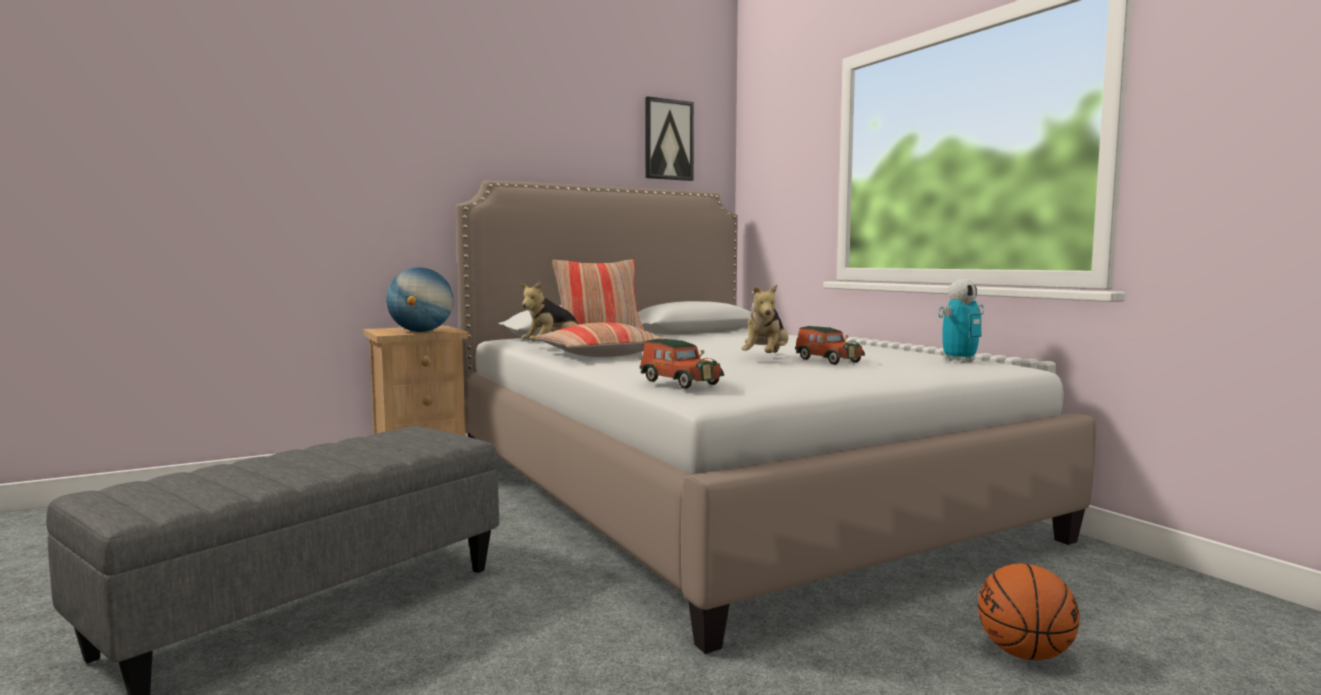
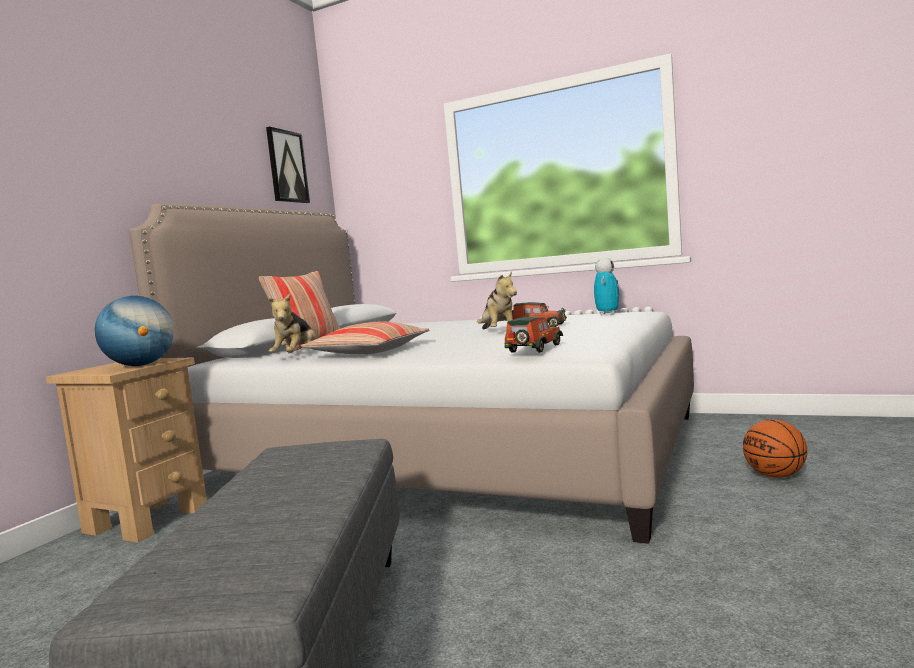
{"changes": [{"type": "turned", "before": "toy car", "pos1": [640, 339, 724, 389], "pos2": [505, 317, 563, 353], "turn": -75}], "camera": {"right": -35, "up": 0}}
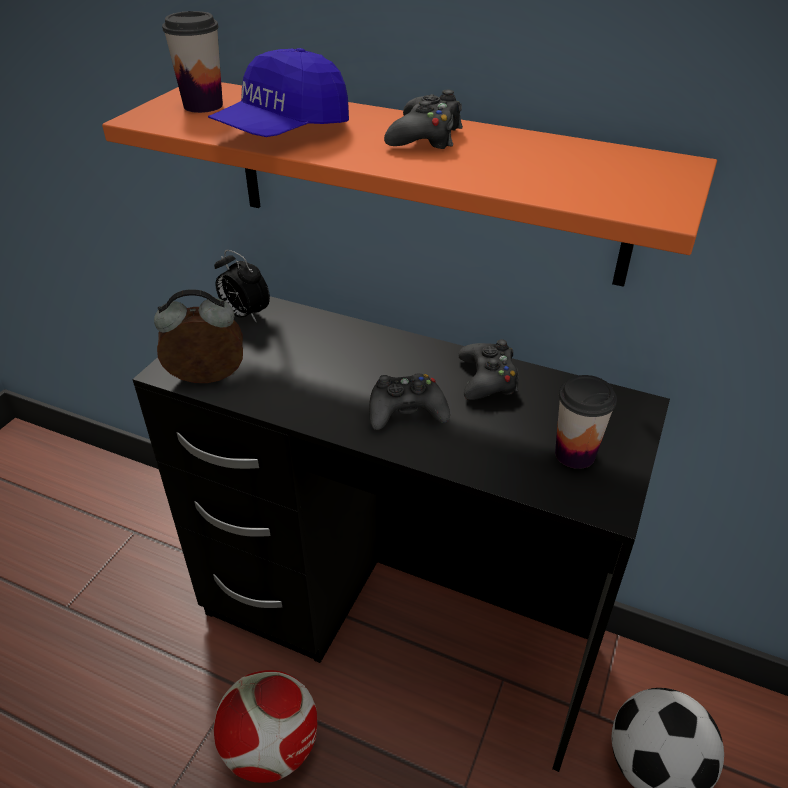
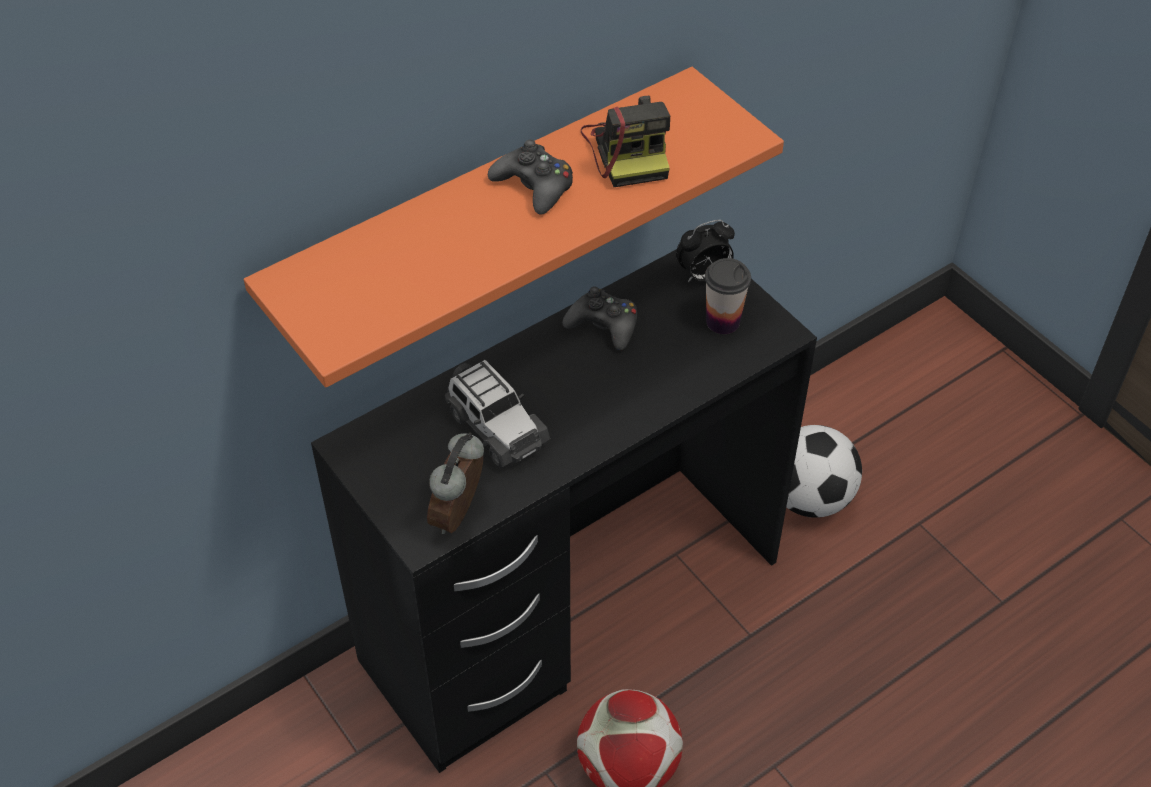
{"changes": [{"type": "added", "after": "toy car", "pos2": [445, 360, 550, 467]}, {"type": "added", "after": "photo camera", "pos2": [581, 96, 670, 187]}, {"type": "moved", "before": "alarm clock", "pos1": [214, 250, 270, 323], "pos2": [676, 220, 735, 282]}, {"type": "removed", "before": "cup", "pos1": [162, 11, 223, 113]}, {"type": "removed", "before": "blue cap", "pos1": [208, 48, 349, 137]}, {"type": "removed", "before": "black game controller", "pos1": [369, 374, 450, 430]}], "camera": {"right": -60, "up": 10}}
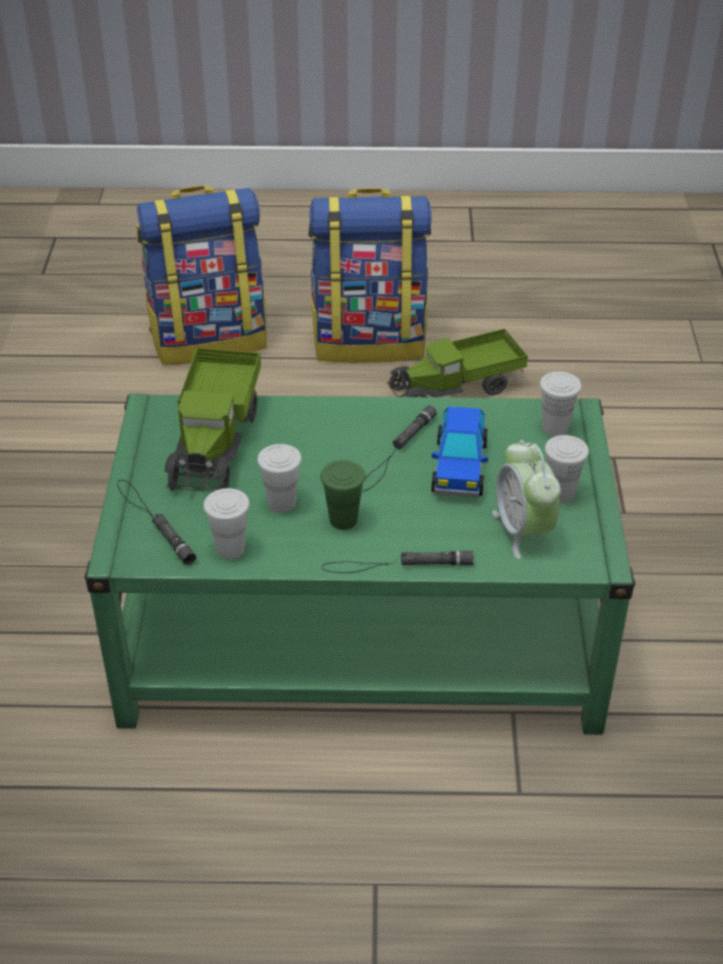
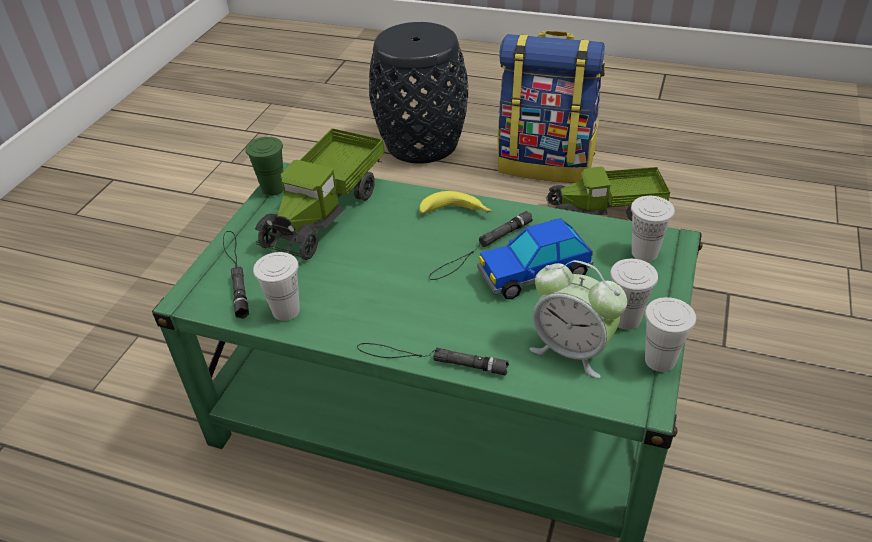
{"changes": [{"type": "moved", "before": "green cup", "pos1": [320, 460, 365, 530], "pos2": [245, 137, 284, 196]}, {"type": "replaced", "before": "backpack", "after": "black stool", "pos1": [137, 186, 267, 365], "pos2": [369, 22, 468, 164]}, {"type": "added", "after": "banana", "pos2": [419, 191, 492, 214]}, {"type": "turned", "before": "toy car", "pos1": [431, 406, 488, 498], "pos2": [477, 218, 593, 299], "turn": 45}, {"type": "turned", "before": "alarm clock", "pos1": [492, 440, 561, 559], "pos2": [530, 260, 627, 378], "turn": -60}, {"type": "moved", "before": "white cup", "pos1": [257, 444, 302, 513], "pos2": [645, 297, 696, 372]}], "camera": {"right": 20, "up": 0}}
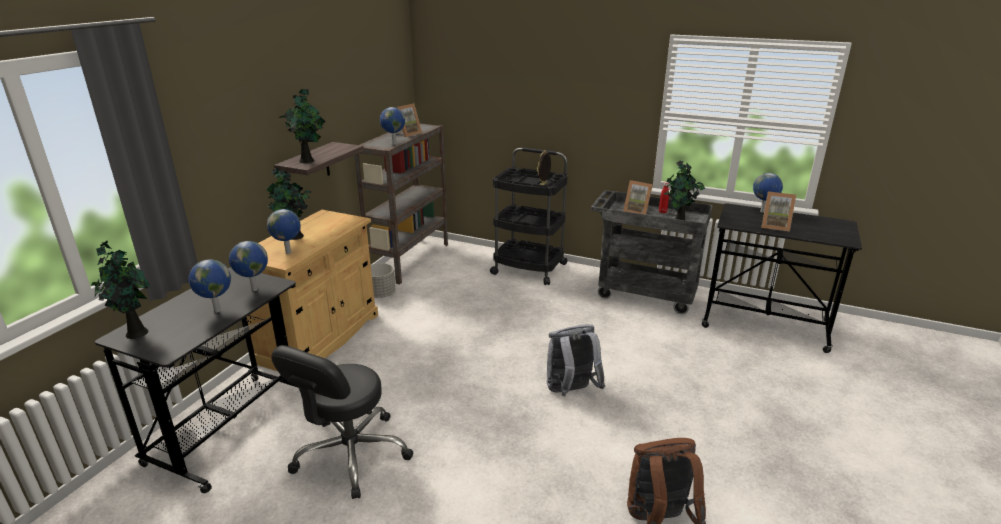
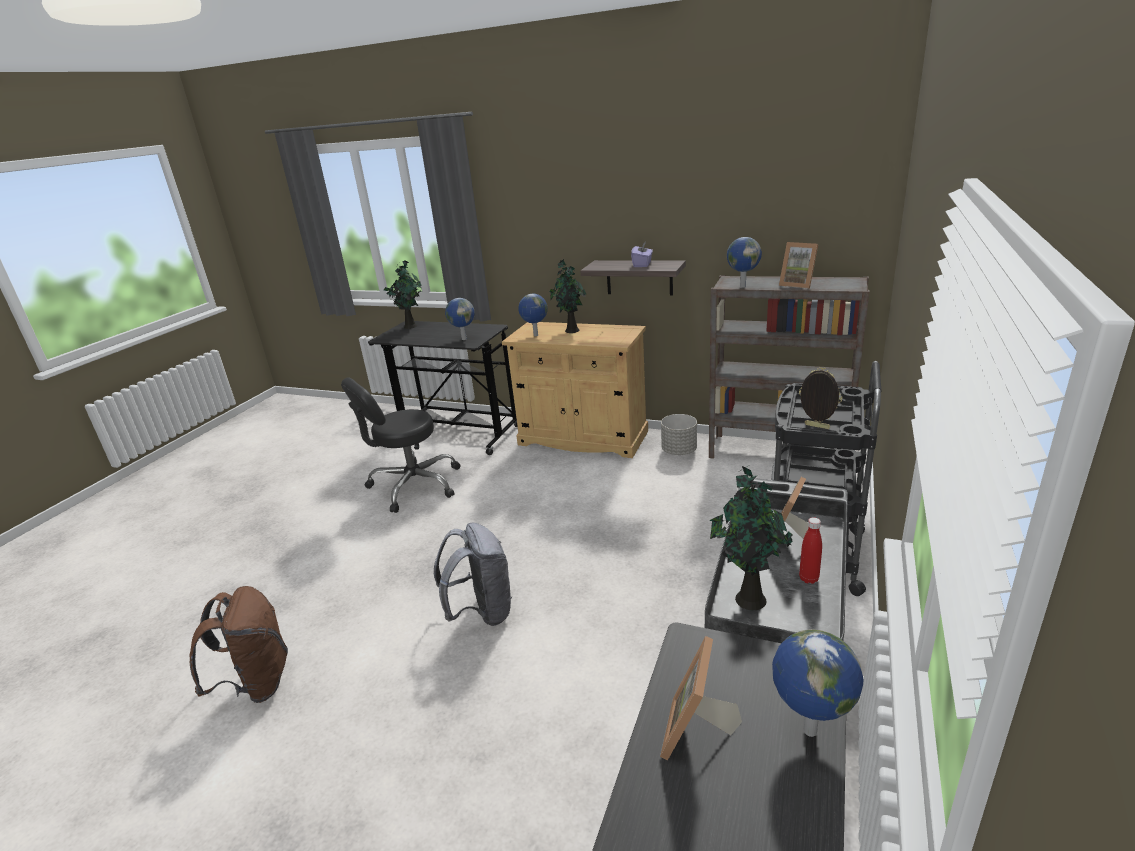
{"changes": [{"type": "turned", "before": "black office chair", "pos1": [271, 345, 414, 499], "pos2": [341, 377, 461, 513], "turn": -60}, {"type": "added", "after": "purple tissue box", "pos2": [631, 241, 653, 267]}, {"type": "removed", "before": "globe", "pos1": [188, 260, 231, 313]}, {"type": "removed", "before": "potted plant", "pos1": [279, 89, 326, 163]}], "camera": {"right": 90, "up": 0}}
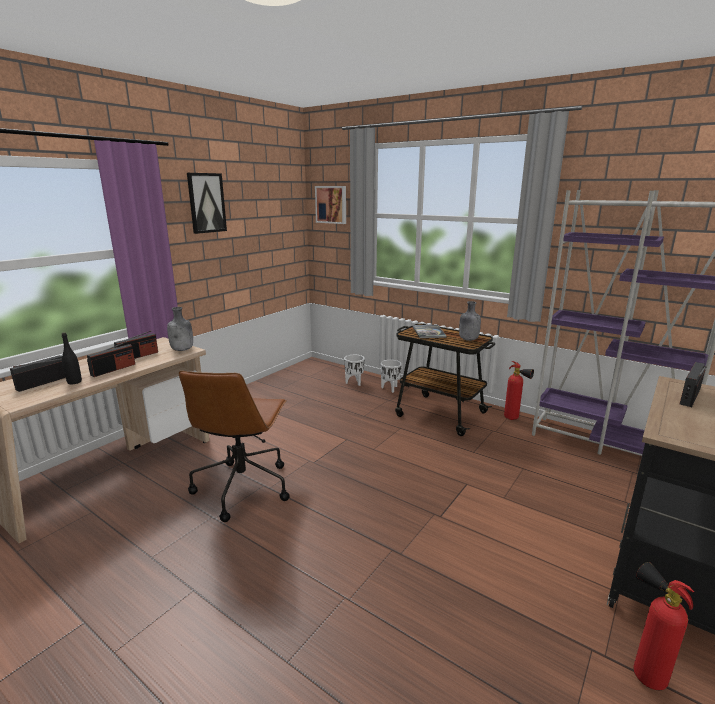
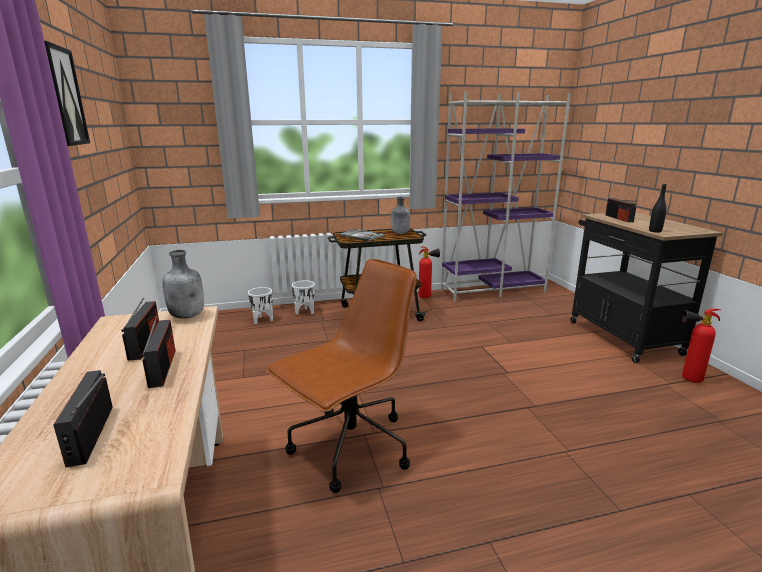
{"changes": [{"type": "turned", "before": "brown office chair", "pos1": [179, 371, 290, 522], "pos2": [266, 259, 417, 493], "turn": -90}, {"type": "moved", "before": "black bottle", "pos1": [62, 332, 82, 384], "pos2": [649, 184, 667, 232]}, {"type": "removed", "before": "picture", "pos1": [315, 186, 346, 224]}], "camera": {"right": -50, "up": 0}}
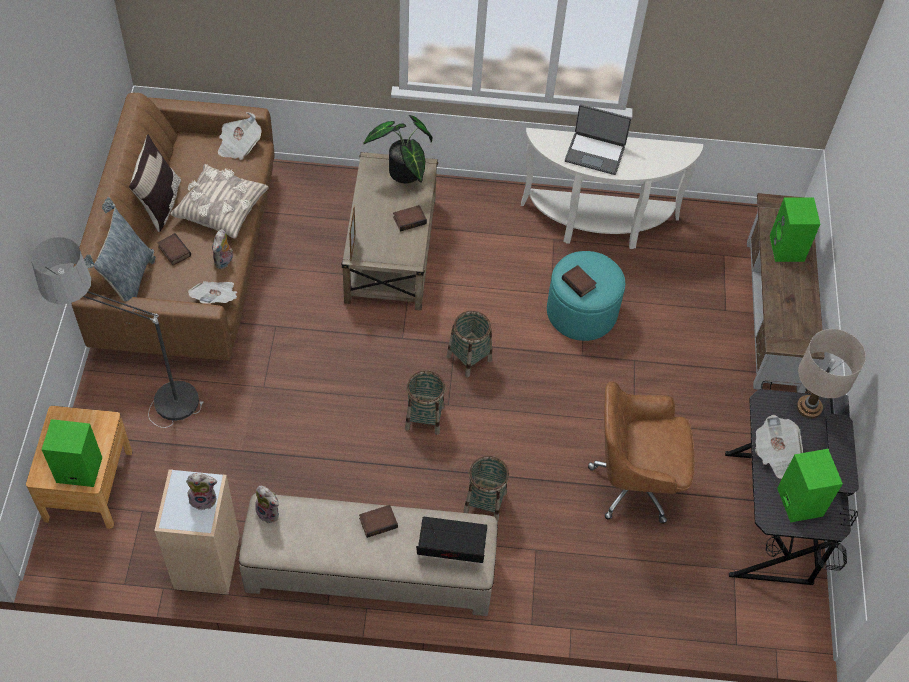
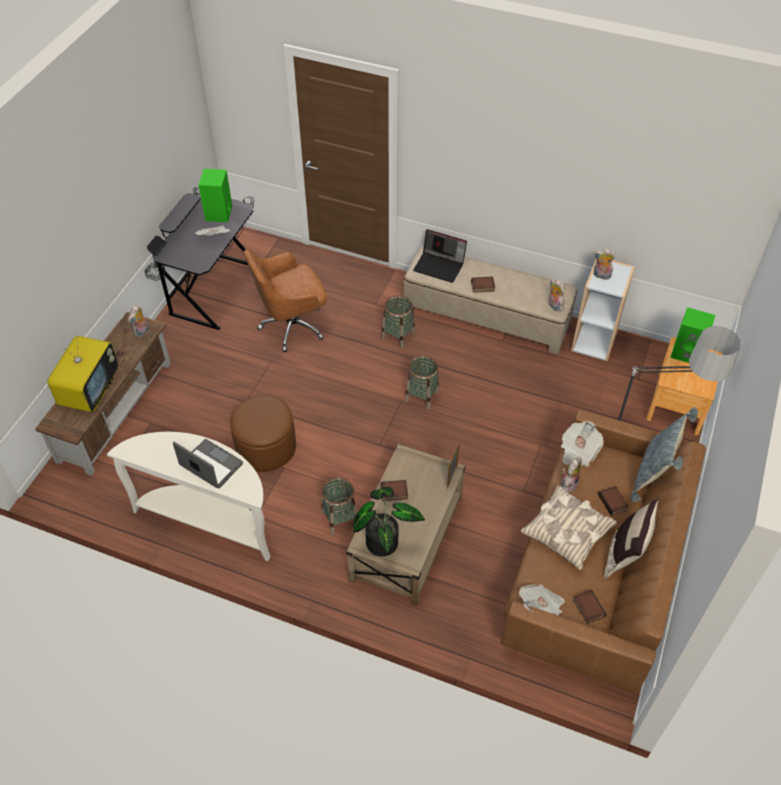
{"changes": [{"type": "replaced", "before": "green speaker", "after": "television", "pos1": [770, 197, 820, 262], "pos2": [47, 331, 118, 412]}, {"type": "added", "after": "plush toy", "pos2": [128, 304, 149, 338]}, {"type": "recoloured", "before": "turquoise ottoman", "after": "brown ottoman", "pos1": [547, 251, 625, 341], "pos2": [230, 395, 296, 472]}, {"type": "turned", "before": "brown office chair", "pos1": [588, 382, 694, 524], "pos2": [244, 249, 327, 352], "turn": 135}, {"type": "moved", "before": "basket", "pos1": [447, 311, 492, 378], "pos2": [322, 477, 357, 535]}, {"type": "moved", "before": "book", "pos1": [562, 265, 597, 297], "pos2": [573, 590, 606, 624]}, {"type": "removed", "before": "beige table lamp", "pos1": [797, 329, 866, 419]}], "camera": {"right": -160, "up": -5}}
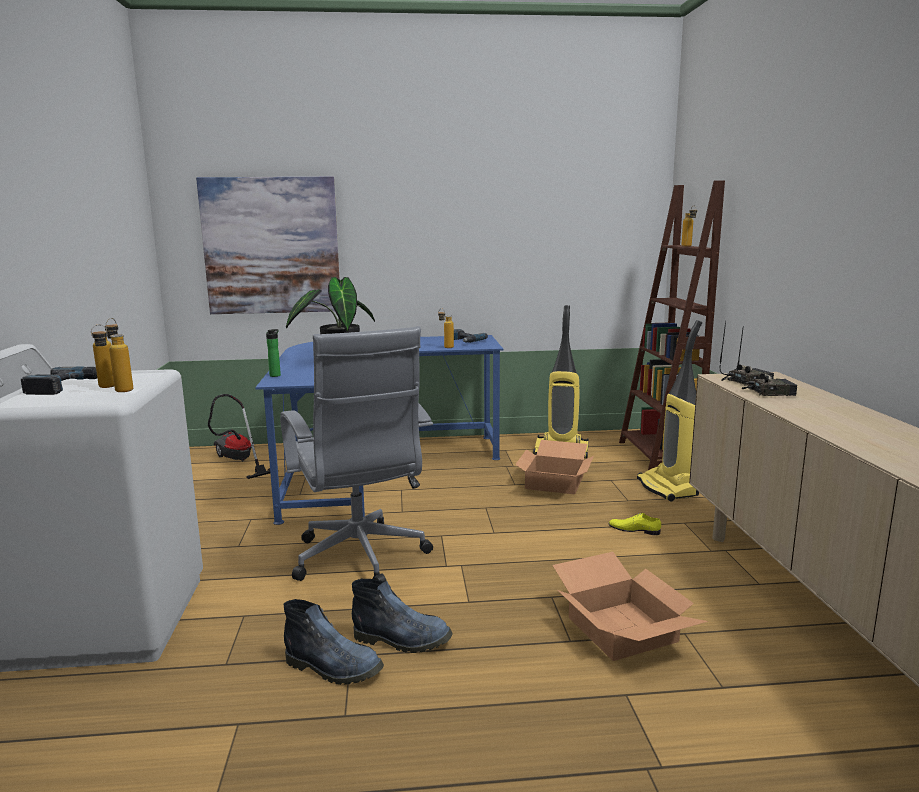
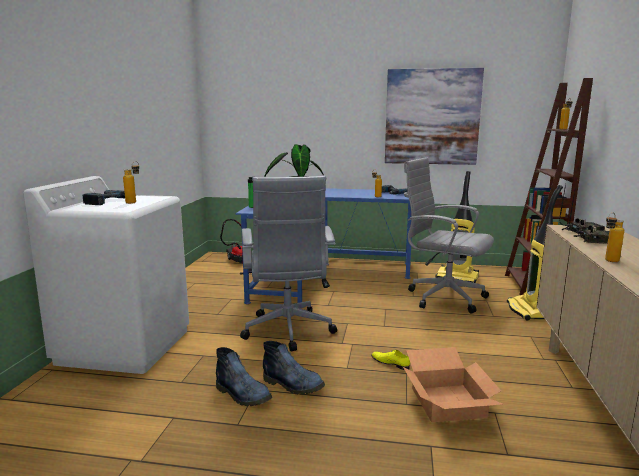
{"changes": [{"type": "moved", "before": "yellow shoe", "pos1": [608, 513, 661, 535], "pos2": [371, 350, 410, 370]}, {"type": "moved", "before": "picture", "pos1": [196, 177, 340, 314], "pos2": [385, 68, 484, 165]}, {"type": "replaced", "before": "cardboard box", "after": "grey office chair", "pos1": [515, 440, 594, 495], "pos2": [404, 158, 494, 313]}, {"type": "moved", "before": "bottle", "pos1": [91, 324, 133, 392], "pos2": [605, 213, 624, 262]}], "camera": {"right": 15, "up": 0}}
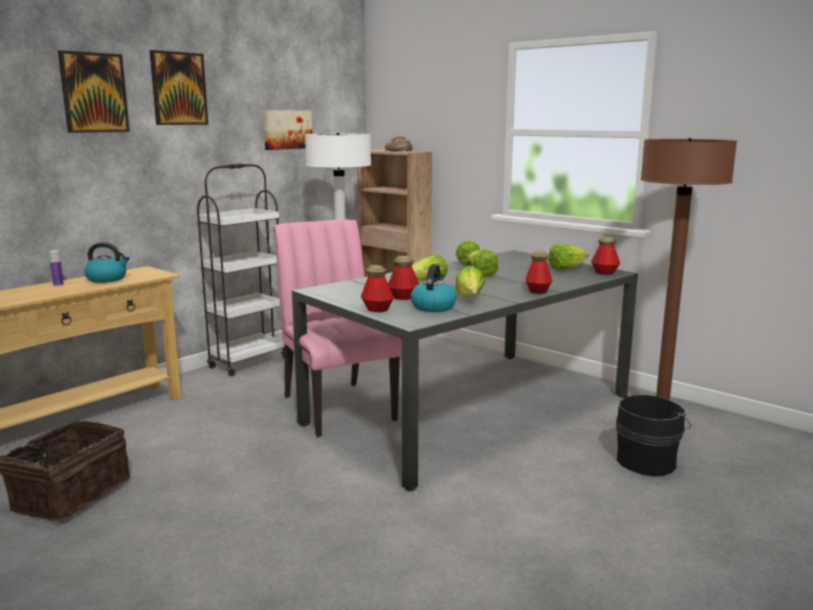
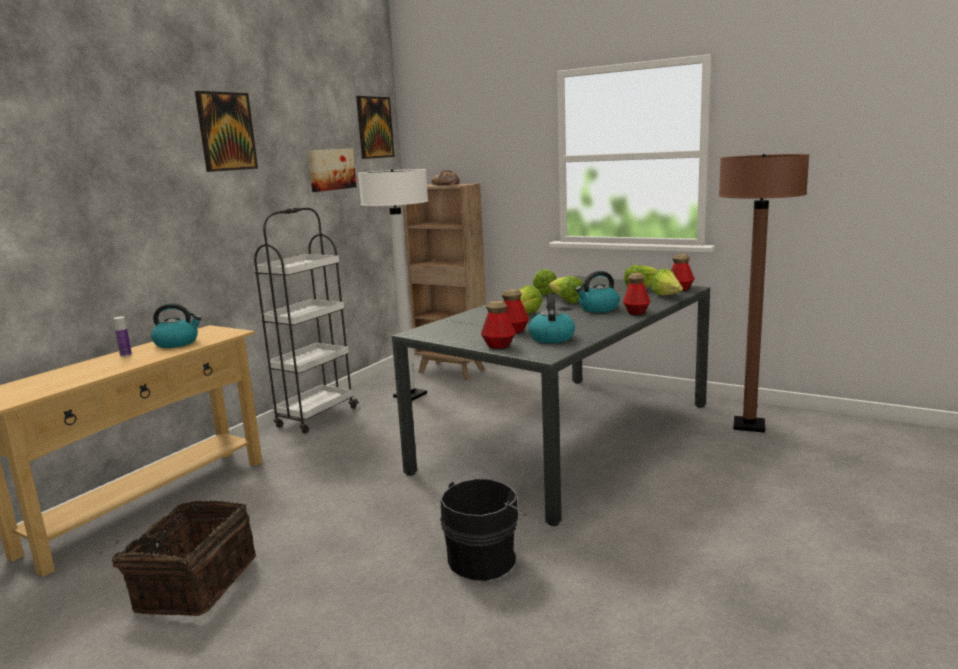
{"changes": [{"type": "moved", "before": "picture", "pos1": [58, 50, 130, 133], "pos2": [356, 96, 395, 159]}, {"type": "moved", "before": "black bucket", "pos1": [616, 394, 691, 477], "pos2": [440, 479, 526, 581]}, {"type": "added", "after": "kettle", "pos2": [575, 271, 620, 312]}, {"type": "moved", "before": "lettuce", "pos1": [455, 266, 485, 297], "pos2": [651, 269, 683, 296]}, {"type": "removed", "before": "pink chair", "pos1": [273, 219, 402, 437]}], "camera": {"right": -10, "up": 0}}
